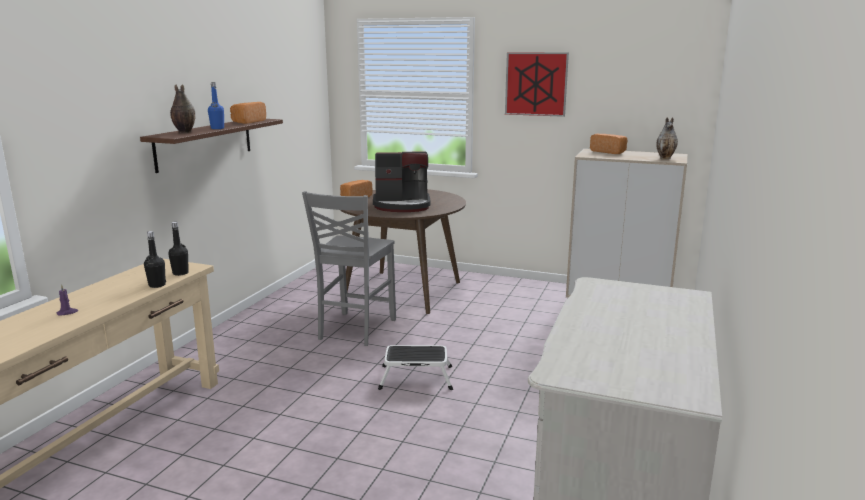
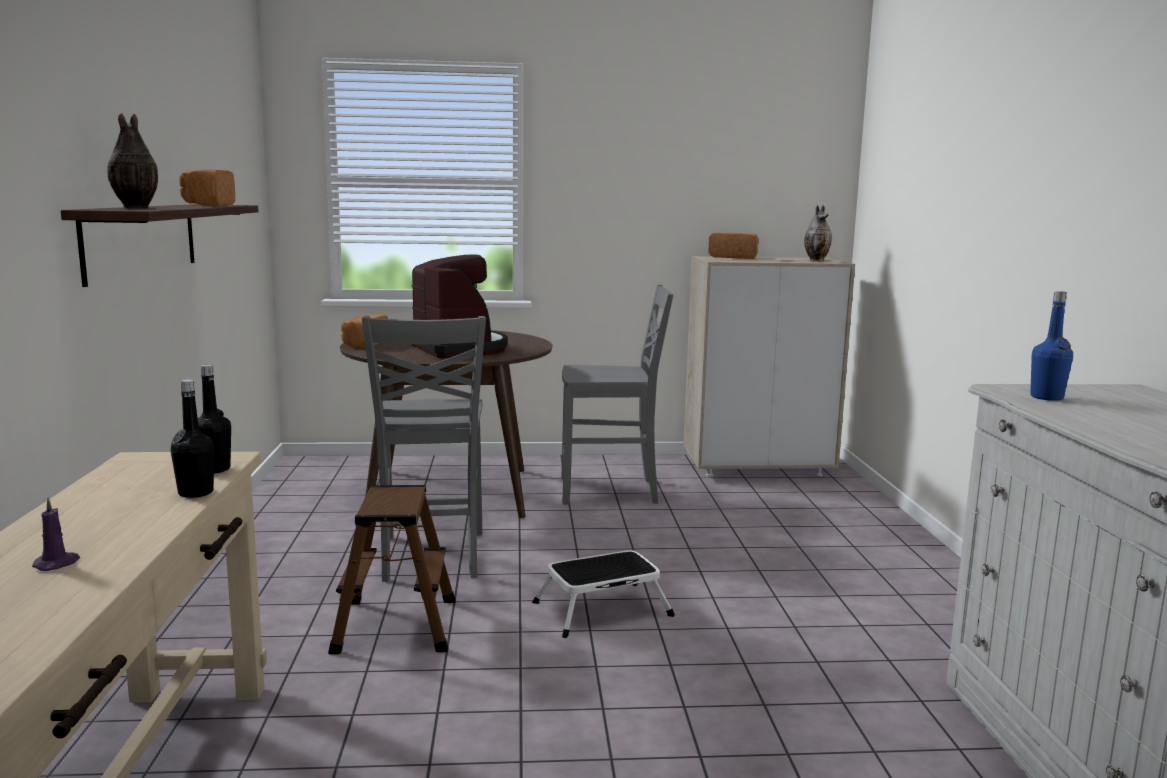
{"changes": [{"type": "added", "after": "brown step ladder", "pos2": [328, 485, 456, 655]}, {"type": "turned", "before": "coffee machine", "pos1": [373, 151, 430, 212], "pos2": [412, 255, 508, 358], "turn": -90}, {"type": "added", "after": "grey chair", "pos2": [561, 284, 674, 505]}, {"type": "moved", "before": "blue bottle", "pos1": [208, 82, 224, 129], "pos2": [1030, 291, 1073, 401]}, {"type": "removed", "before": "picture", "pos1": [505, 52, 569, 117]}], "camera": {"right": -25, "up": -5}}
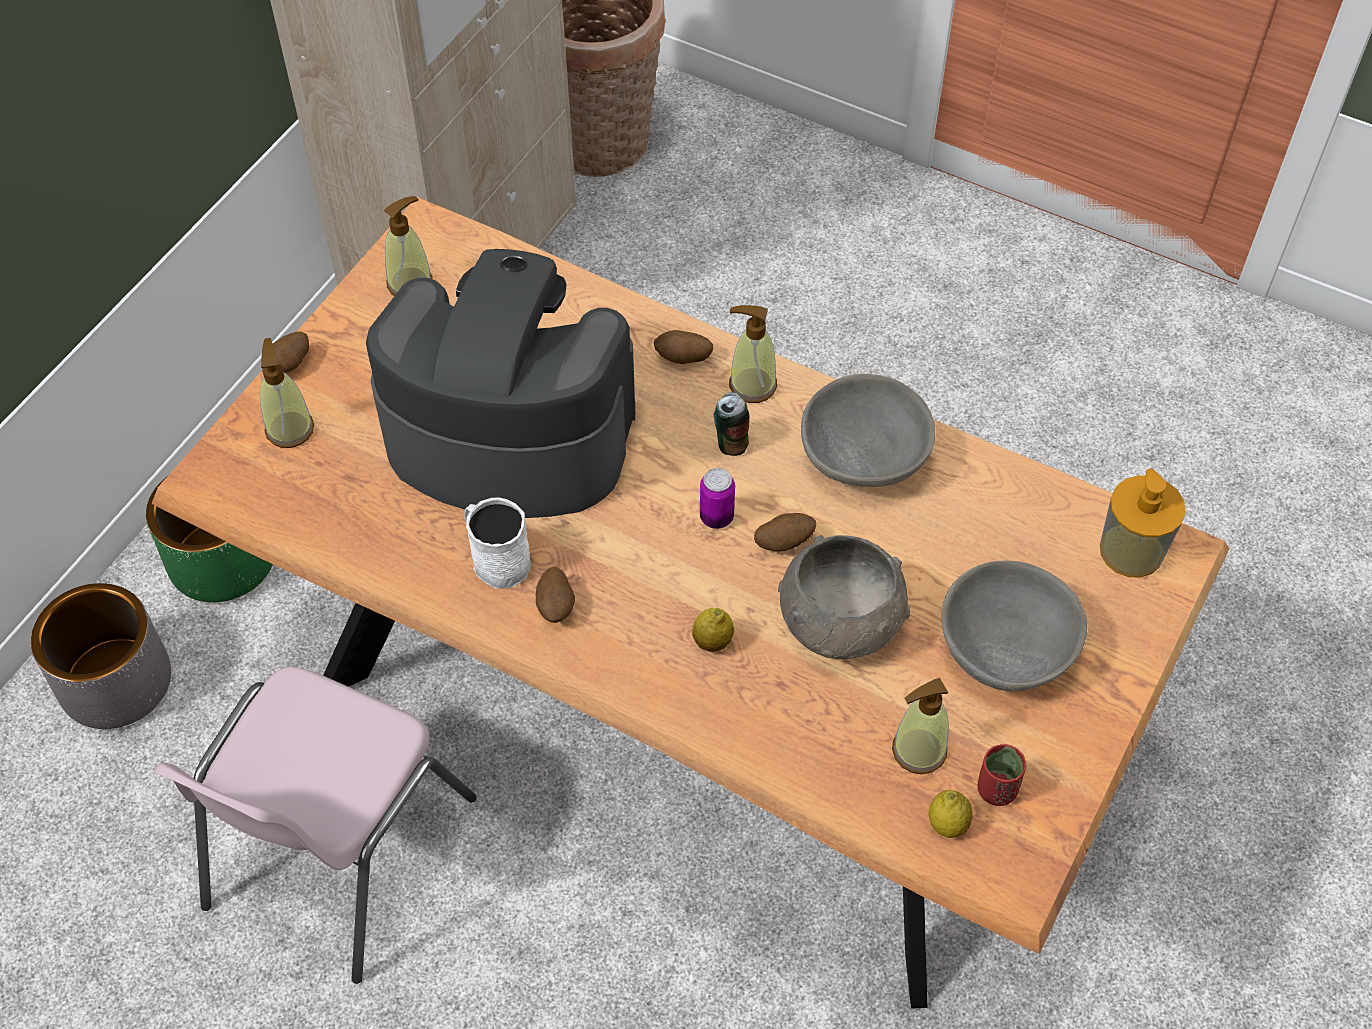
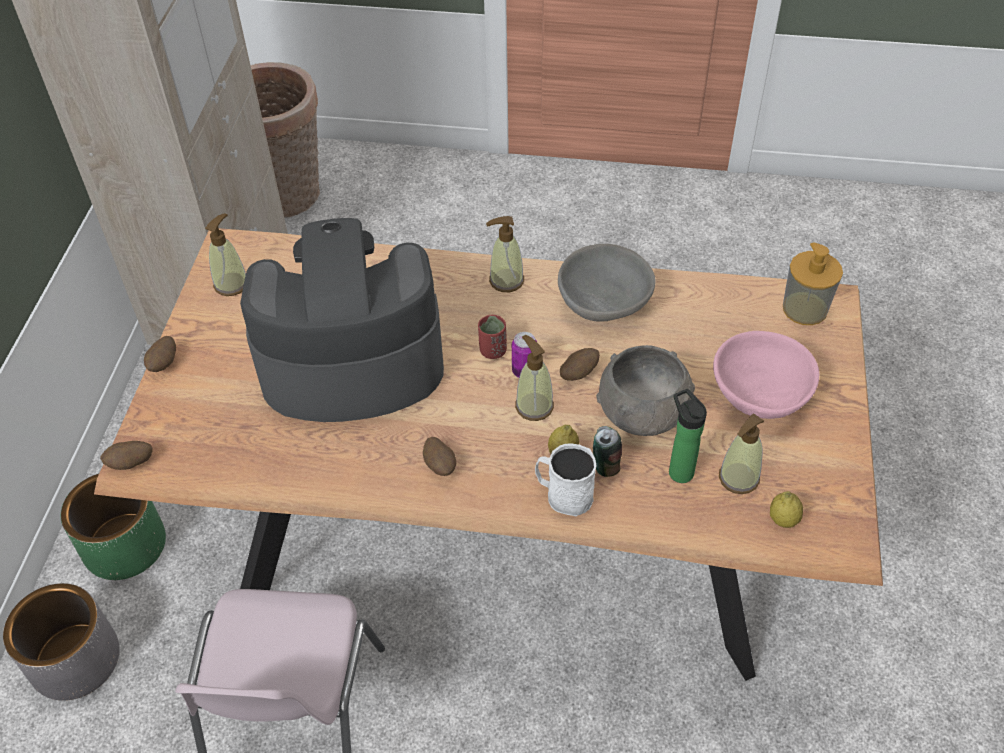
{"changes": [{"type": "moved", "before": "potato", "pos1": [654, 330, 713, 364], "pos2": [100, 441, 153, 470]}, {"type": "moved", "before": "red cup", "pos1": [978, 744, 1026, 806], "pos2": [478, 315, 507, 359]}, {"type": "moved", "before": "soap dispenser", "pos1": [260, 338, 314, 448], "pos2": [515, 335, 554, 421]}, {"type": "moved", "before": "white mug", "pos1": [464, 497, 531, 589], "pos2": [535, 443, 596, 516]}, {"type": "moved", "before": "can", "pos1": [714, 392, 749, 456], "pos2": [593, 426, 622, 477]}, {"type": "added", "after": "bottle", "pos2": [669, 389, 707, 483]}, {"type": "recoloured", "before": "grey bowl", "after": "pink bowl", "pos1": [942, 561, 1087, 691], "pos2": [713, 331, 819, 419]}], "camera": {"right": -20, "up": -5}}
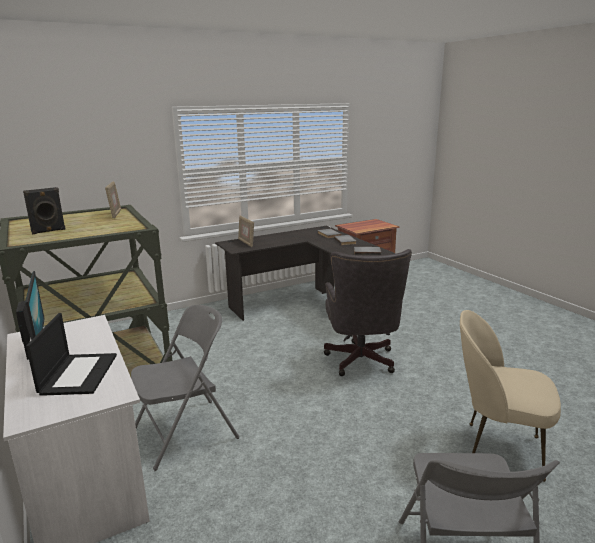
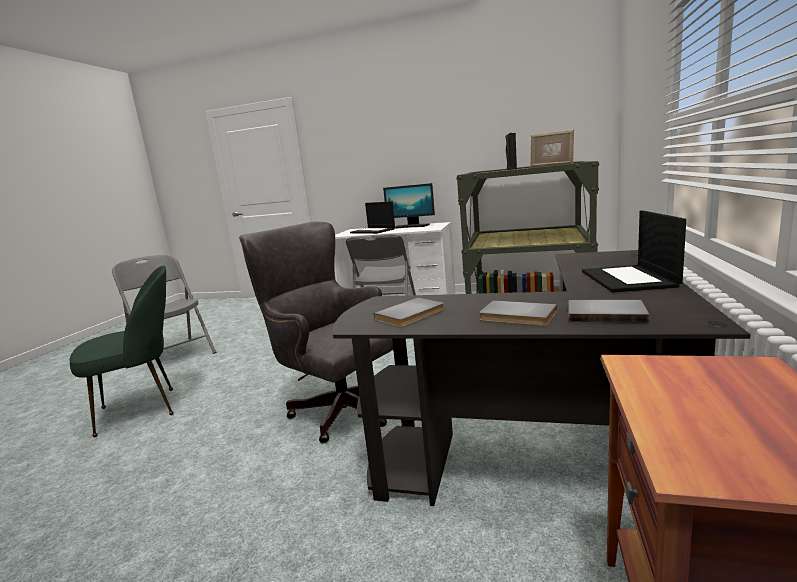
{"changes": [{"type": "recoloured", "before": "beige chair", "after": "green chair", "pos1": [460, 310, 561, 482], "pos2": [69, 266, 174, 437]}, {"type": "added", "after": "laptop", "pos2": [582, 210, 686, 293]}, {"type": "removed", "before": "picture frame", "pos1": [238, 216, 254, 247]}], "camera": {"right": 135, "up": -5}}
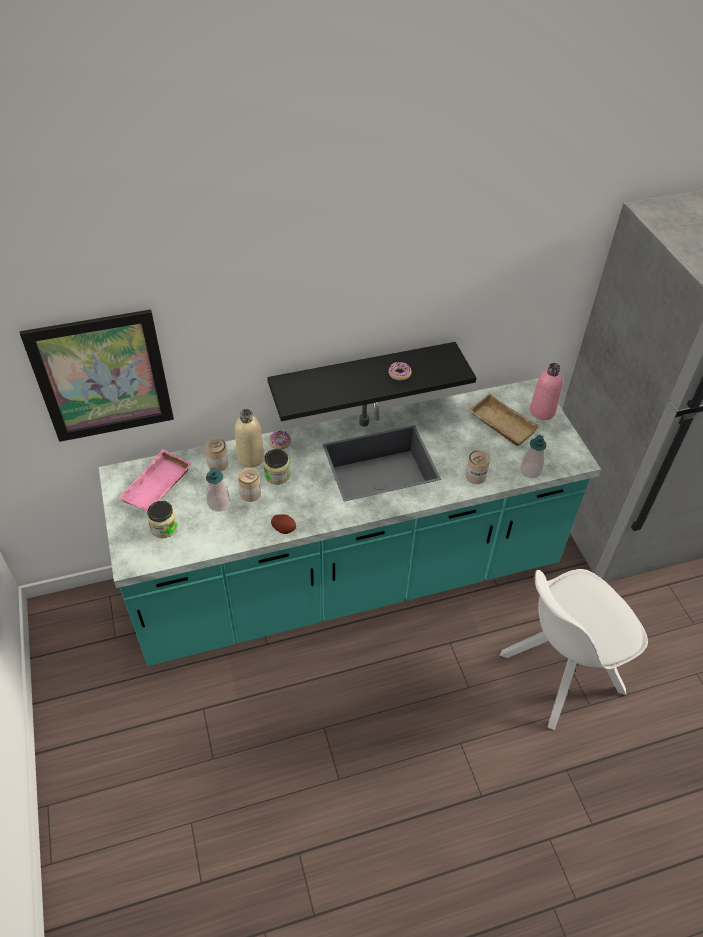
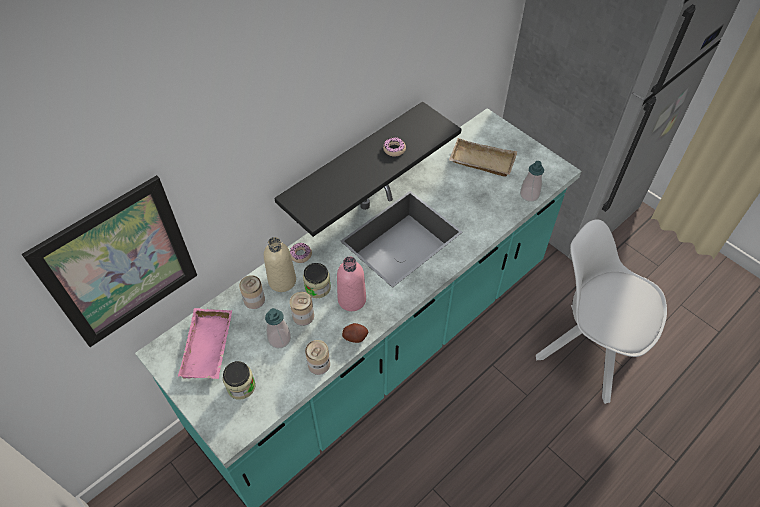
{"changes": [{"type": "moved", "before": "can", "pos1": [466, 450, 490, 484], "pos2": [305, 340, 330, 375]}, {"type": "moved", "before": "pink bottle", "pos1": [530, 363, 563, 420], "pos2": [337, 256, 366, 311]}, {"type": "turned", "before": "white chair", "pos1": [500, 569, 648, 730], "pos2": [536, 219, 667, 404], "turn": 90}], "camera": {"right": -25, "up": 5}}
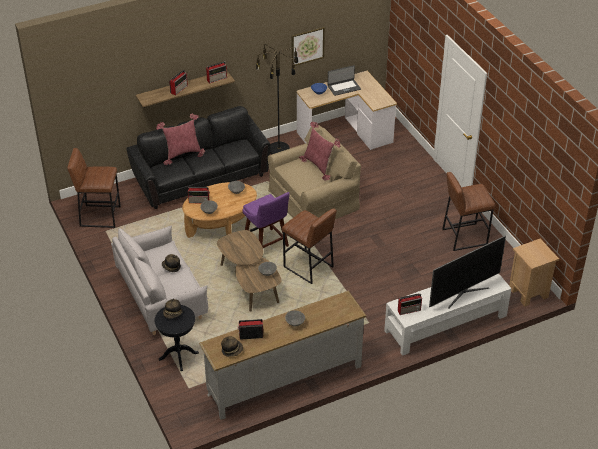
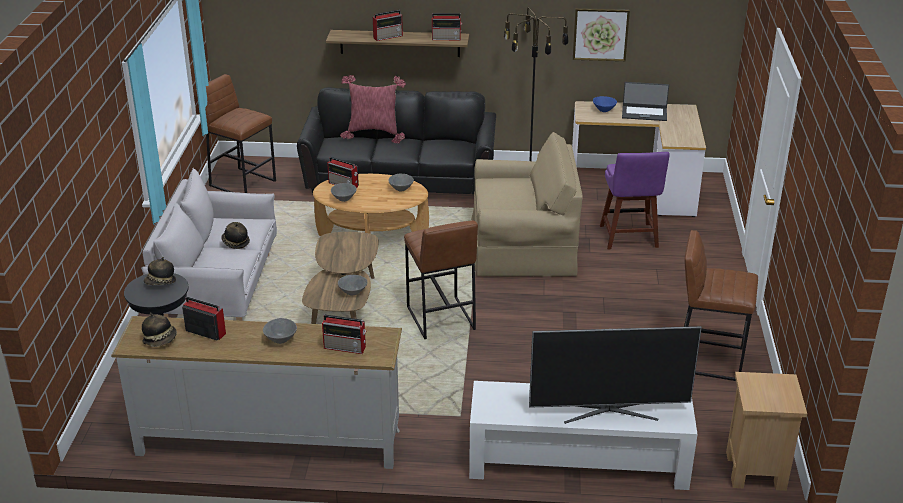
{"changes": [{"type": "moved", "before": "radio", "pos1": [398, 293, 422, 315], "pos2": [322, 315, 366, 354]}, {"type": "moved", "before": "purple chair", "pos1": [242, 192, 290, 248], "pos2": [600, 152, 670, 249]}, {"type": "removed", "before": "red pillow", "pos1": [299, 121, 341, 181]}], "camera": {"right": 30, "up": -10}}
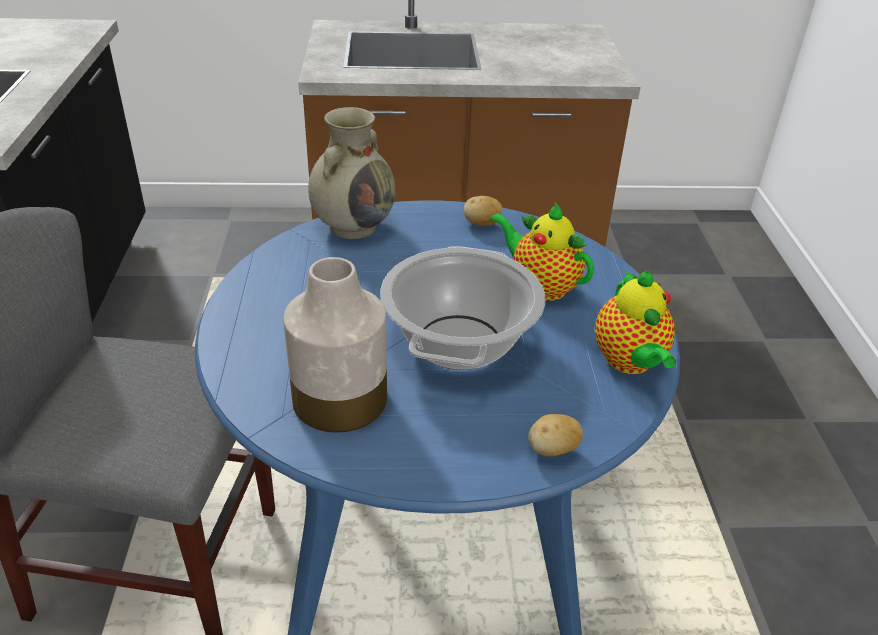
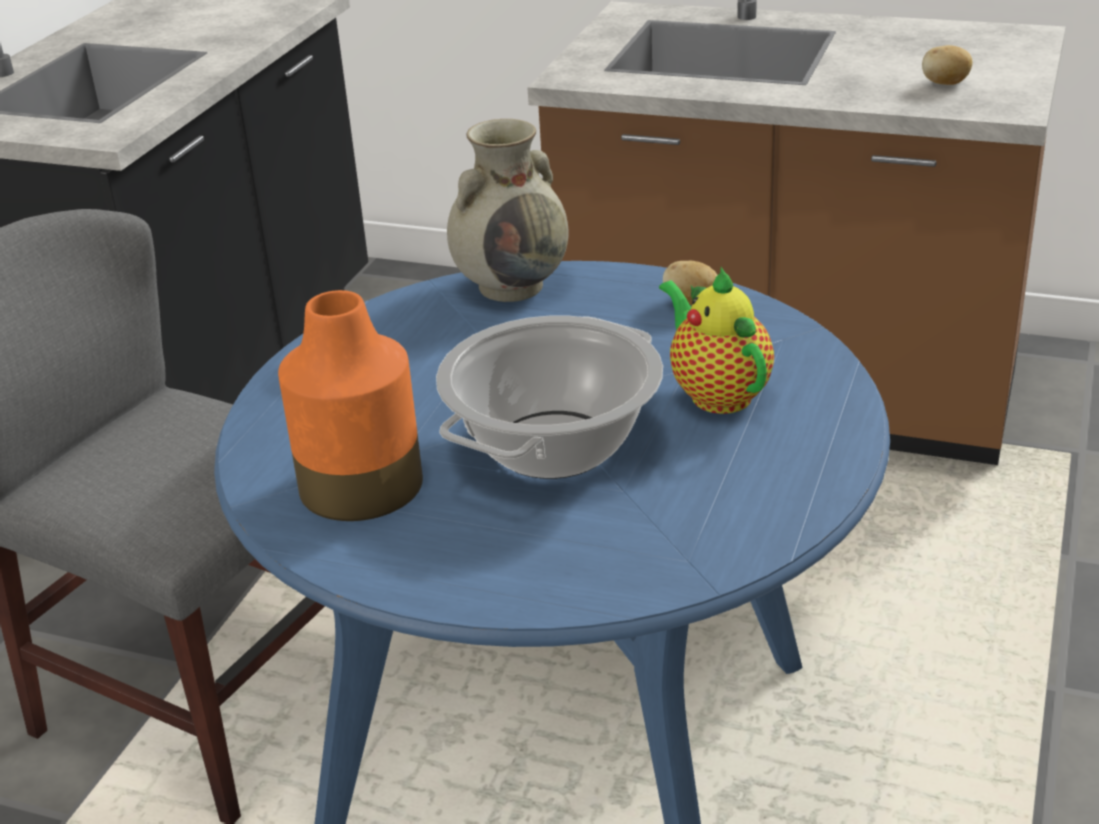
{"changes": [{"type": "recoloured", "before": "beige vase", "after": "orange vase", "pos1": [283, 257, 387, 432], "pos2": [278, 290, 423, 521]}, {"type": "moved", "before": "potato", "pos1": [528, 414, 583, 457], "pos2": [922, 45, 973, 85]}, {"type": "removed", "before": "teapot", "pos1": [595, 270, 676, 374]}], "camera": {"right": 25, "up": -5}}
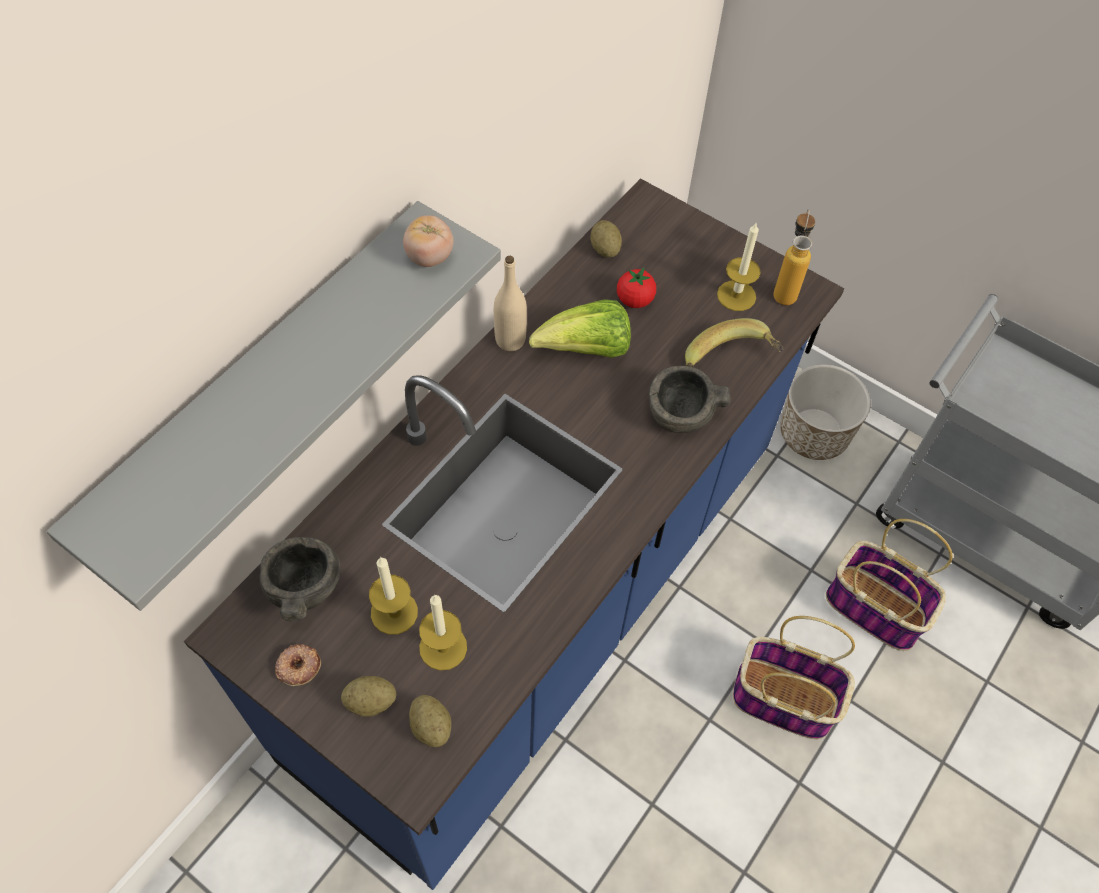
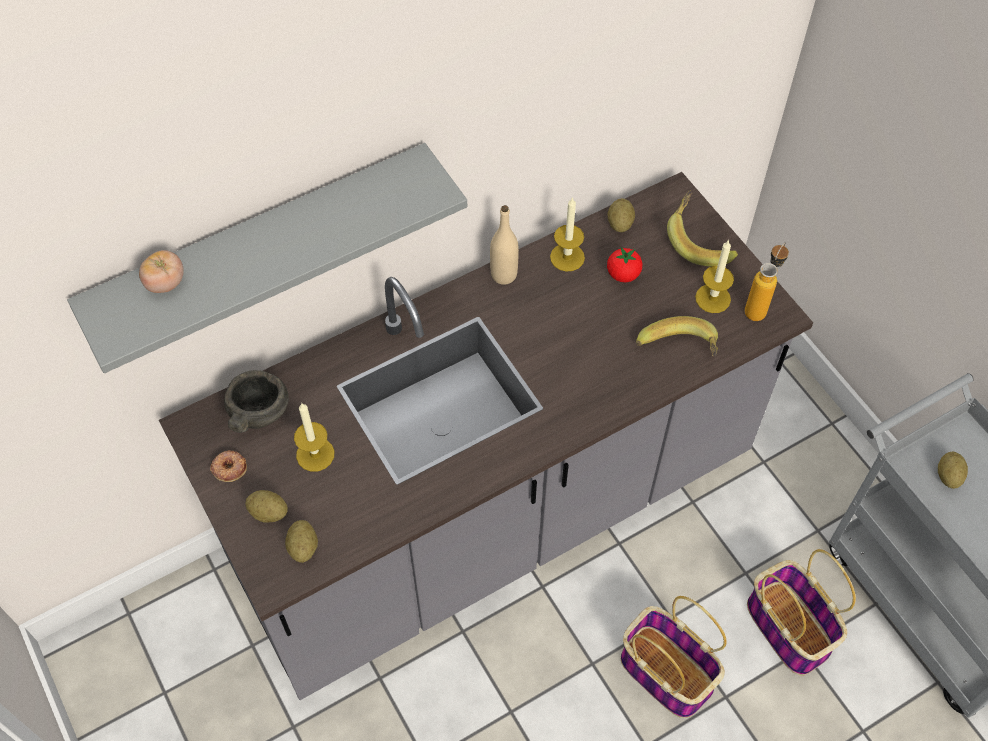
{"changes": [{"type": "moved", "before": "tomato", "pos1": [403, 215, 454, 267], "pos2": [139, 250, 184, 293]}, {"type": "recoloured", "before": "blue counter", "after": "grey counter", "pos1": [184, 178, 844, 890], "pos2": [159, 172, 813, 700]}, {"type": "moved", "before": "candle", "pos1": [419, 595, 467, 671], "pos2": [550, 197, 585, 272]}, {"type": "added", "after": "banana", "pos2": [667, 190, 738, 267]}, {"type": "added", "after": "potato", "pos2": [938, 451, 968, 489]}, {"type": "removed", "before": "lettuce", "pos1": [529, 299, 631, 358]}, {"type": "removed", "before": "grey bowl", "pos1": [649, 366, 731, 433]}, {"type": "removed", "before": "planter", "pos1": [780, 364, 871, 460]}], "camera": {"right": 25, "up": 0}}
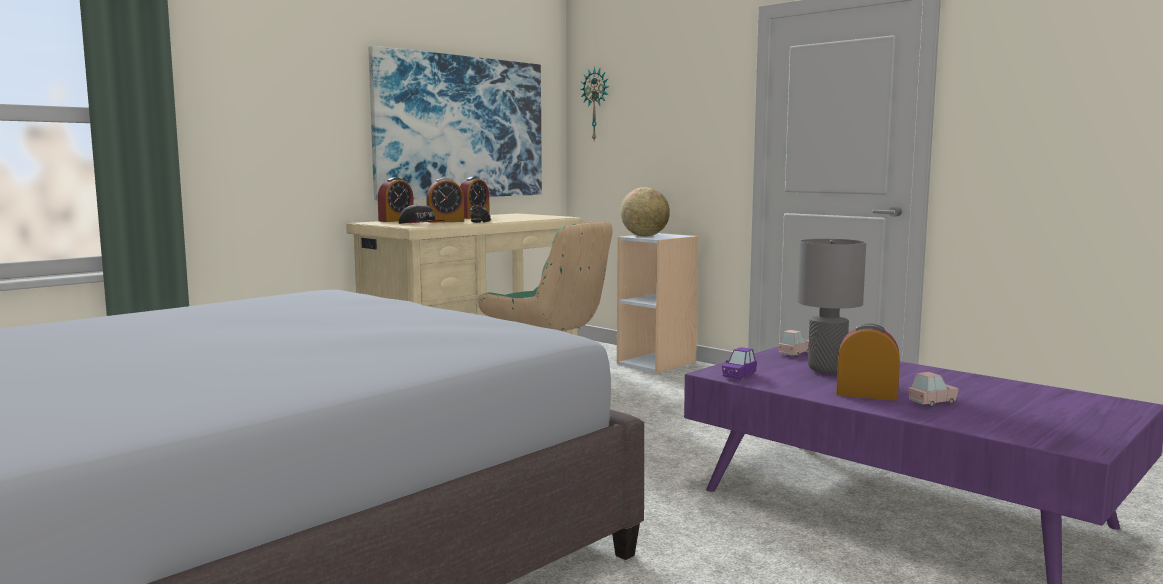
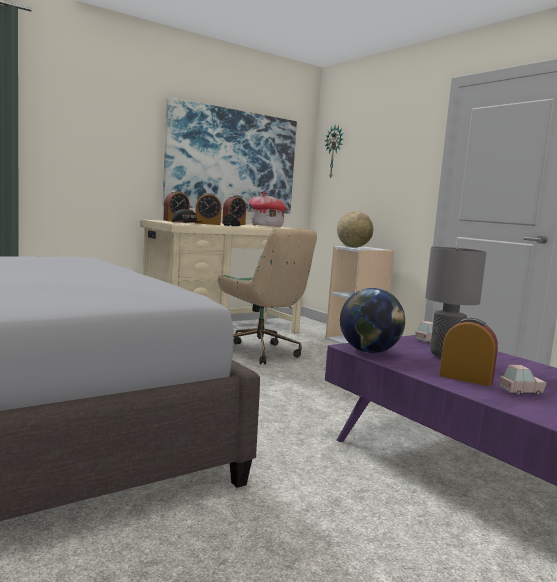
{"changes": [{"type": "added", "after": "toy house", "pos2": [249, 191, 287, 226]}, {"type": "replaced", "before": "purple toy car", "after": "globe", "pos1": [722, 347, 757, 380], "pos2": [340, 288, 405, 353]}], "camera": {"right": 10, "up": 0}}
